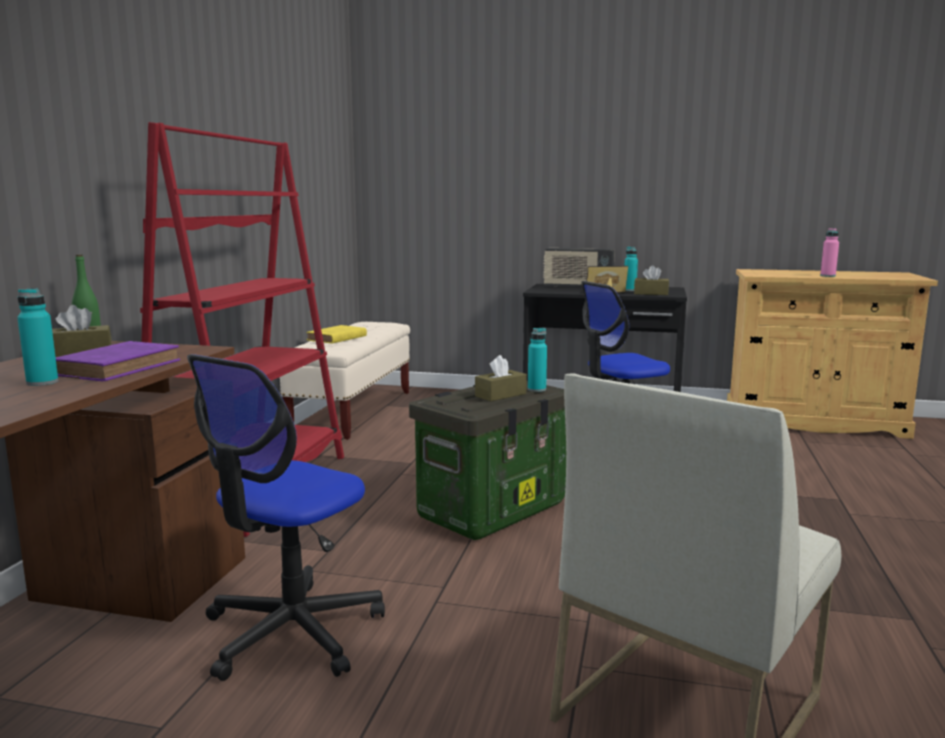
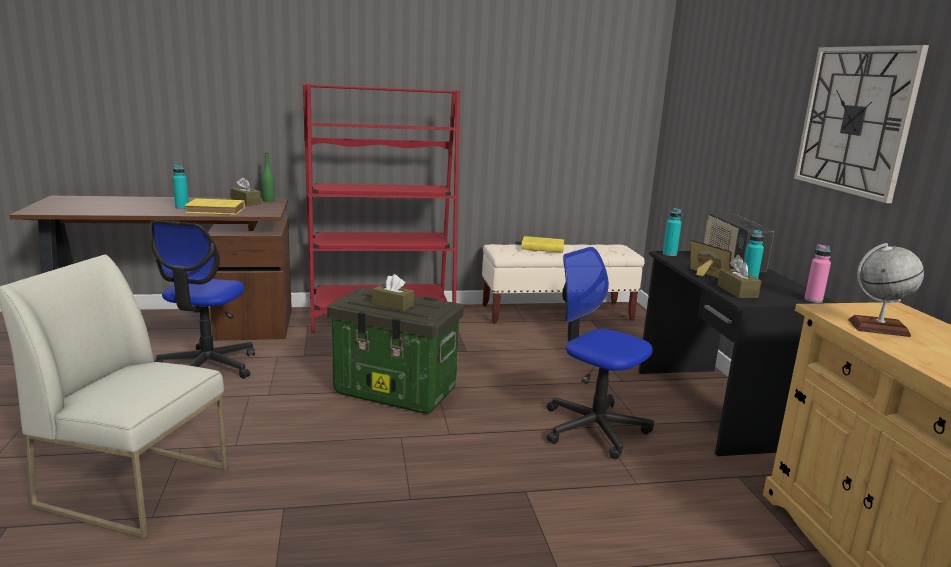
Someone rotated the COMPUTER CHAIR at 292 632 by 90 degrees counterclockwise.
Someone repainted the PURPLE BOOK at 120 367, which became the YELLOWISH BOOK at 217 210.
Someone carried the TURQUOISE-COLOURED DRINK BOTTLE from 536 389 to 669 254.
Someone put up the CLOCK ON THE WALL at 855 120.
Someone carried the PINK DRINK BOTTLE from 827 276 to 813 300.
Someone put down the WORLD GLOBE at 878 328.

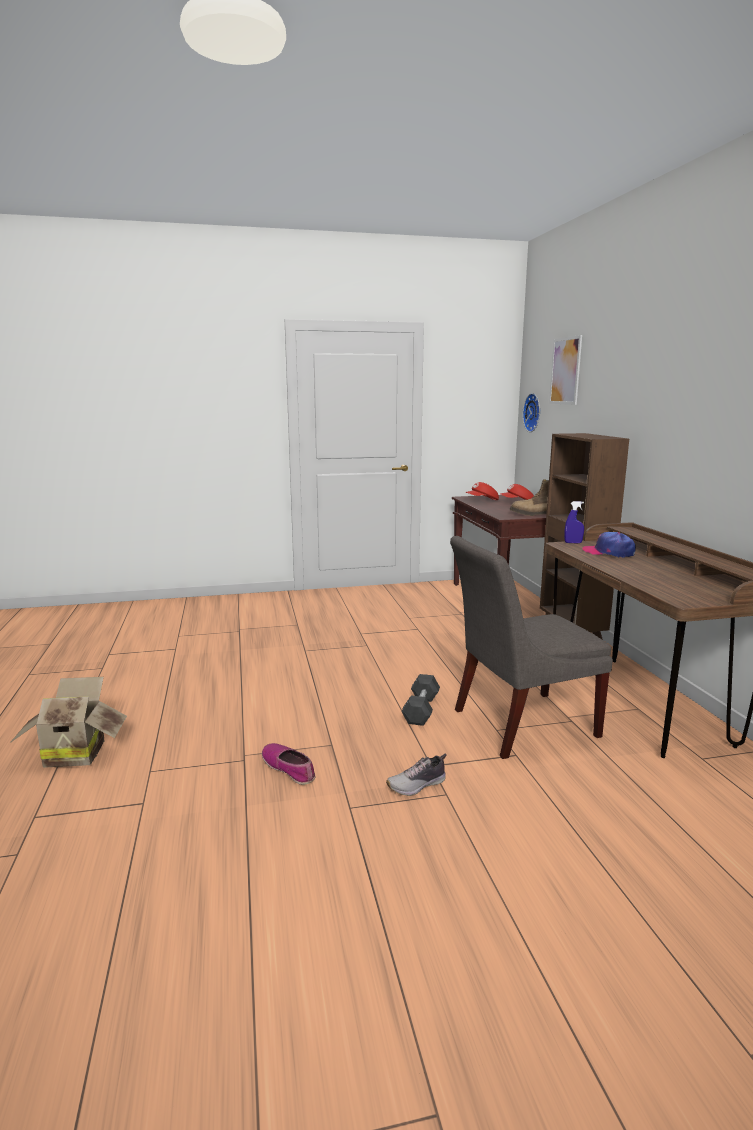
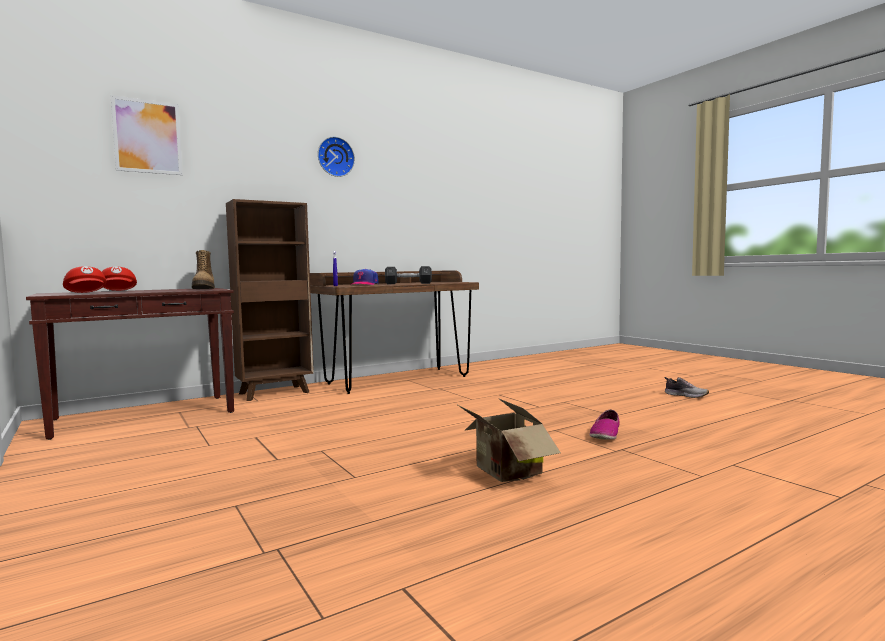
Someone carried the CLOCK ON THE WALL from 534 412 to 335 157.
Someone carried the BLACKISH DUMBBELL from 421 709 to 408 283.
Someone carried the CARTON from 75 753 to 505 473.
Someone carried the ITEM OF FOOTWEAR from 417 785 to 685 395.
Someone took away the GREYISH UPRIGHT CHAIR at 518 724.

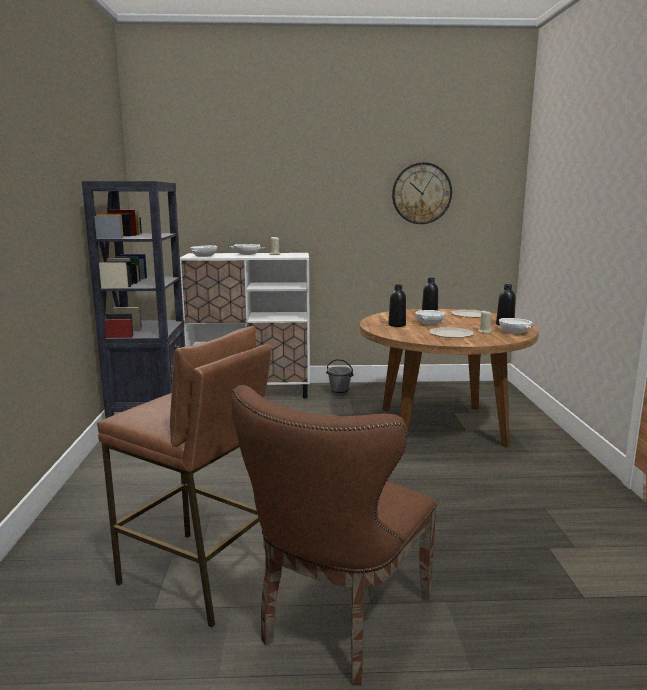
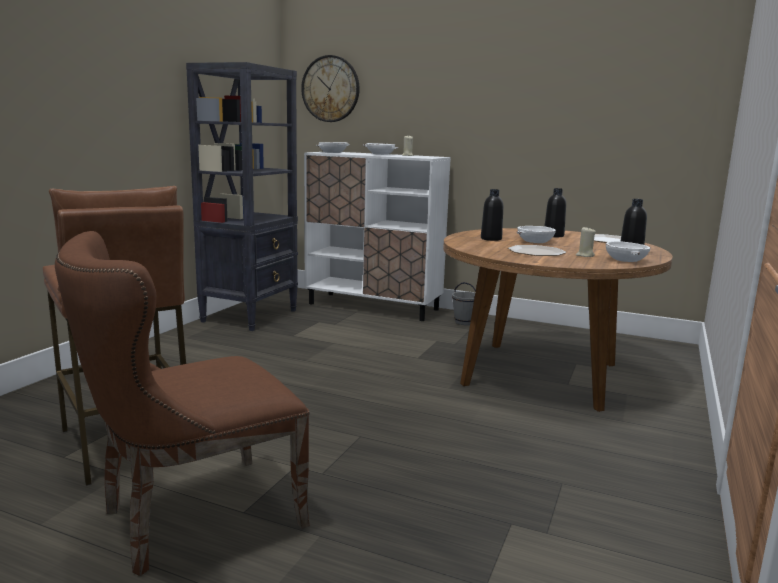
Someone carried the CLOCK ON THE WALL from 421 193 to 330 89.

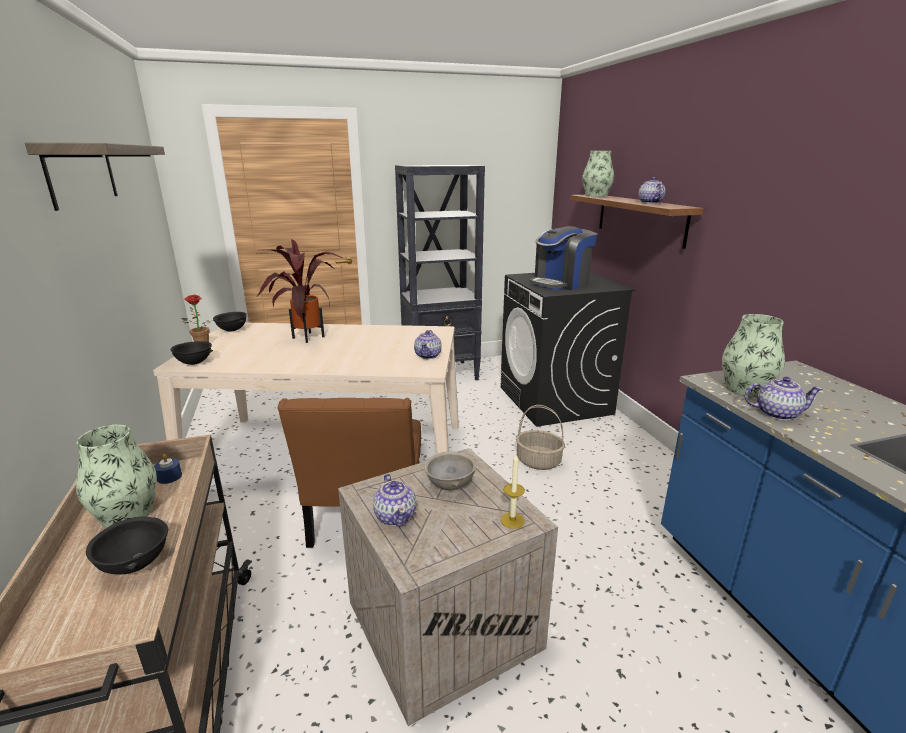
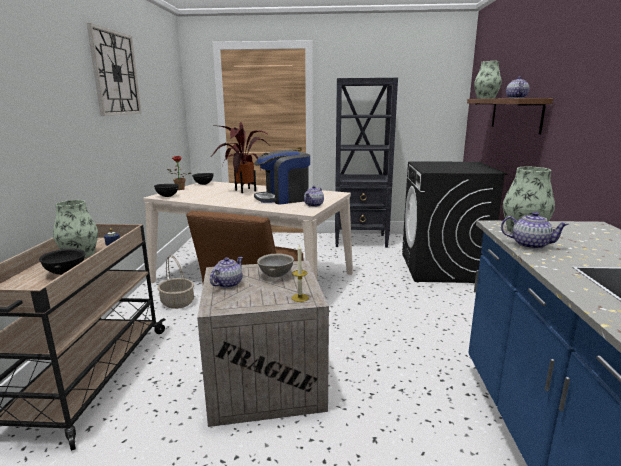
Someone swapped the BRACKET SHELF at 82 174 for the CLOCK ON THE WALL at 115 73.
Someone carried the HOUSEHOLD BASKET from 539 461 to 178 302.
Someone rotated the TEAPOT at 395 516 by 150 degrees counterclockwise.
Someone carried the COFFEE MACHINE from 560 283 to 283 199.

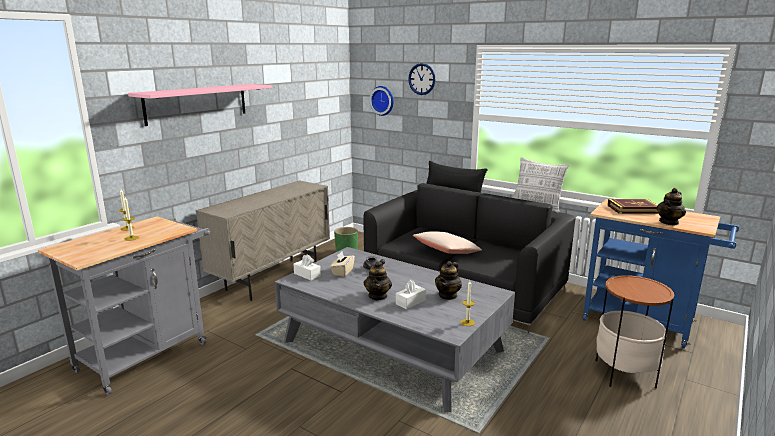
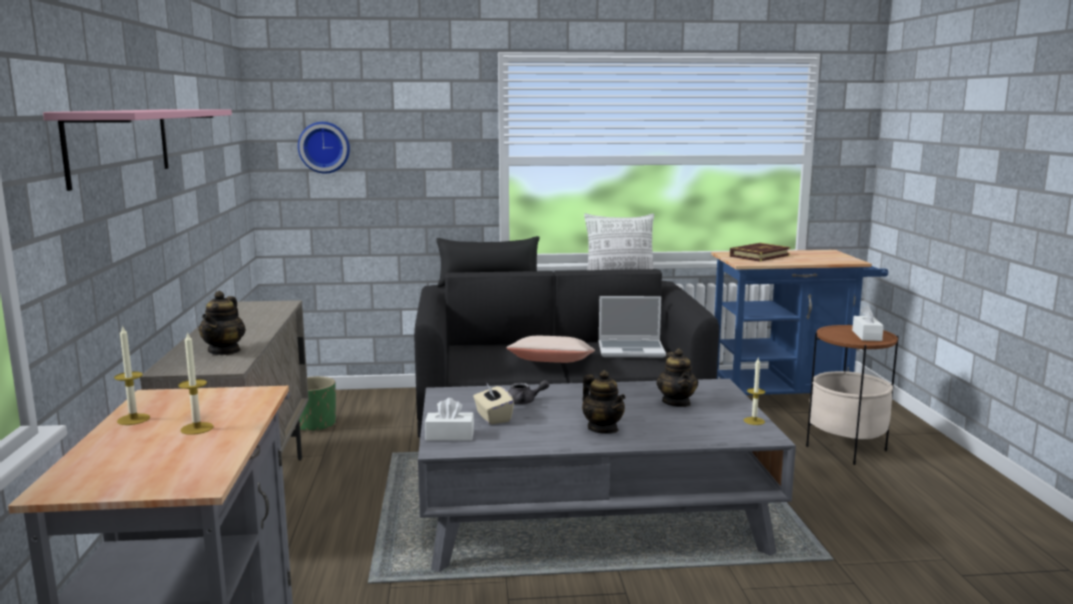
Someone carried the TEAPOT from 669 222 to 224 351.
Someone put down the PORTABLE COMPUTER at 632 350.
Someone carried the WHITE TISSUE HOLDER from 410 302 to 866 335.
Someone took away the CLOCK ON THE WALL at 422 79.

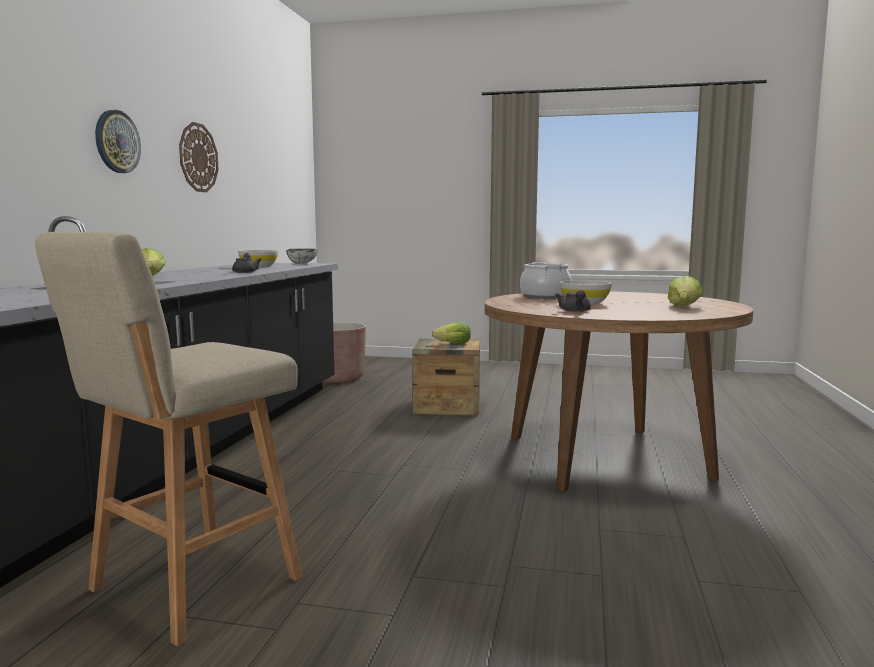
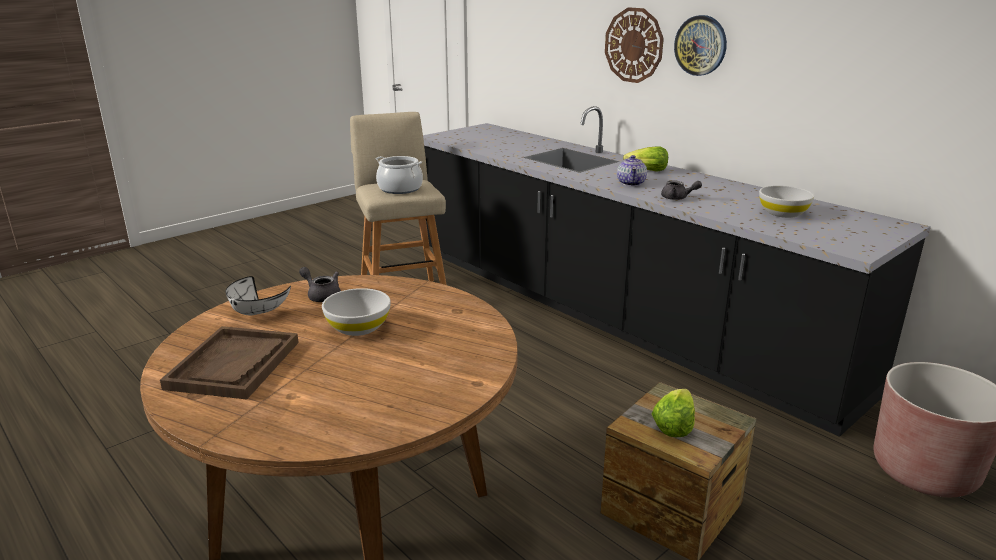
Someone swapped the HEAD OF LETTUCE at 684 307 for the BROWN SERVING TRAY at 234 365.
Someone carried the WHITE DEEP DISH from 302 263 to 257 313.
Someone carried the COOKING POT from 545 296 to 400 189.
Someone carried the CLOCK ON THE WALL from 198 157 to 634 45.
Someone put down the TEAPOT at 631 183.

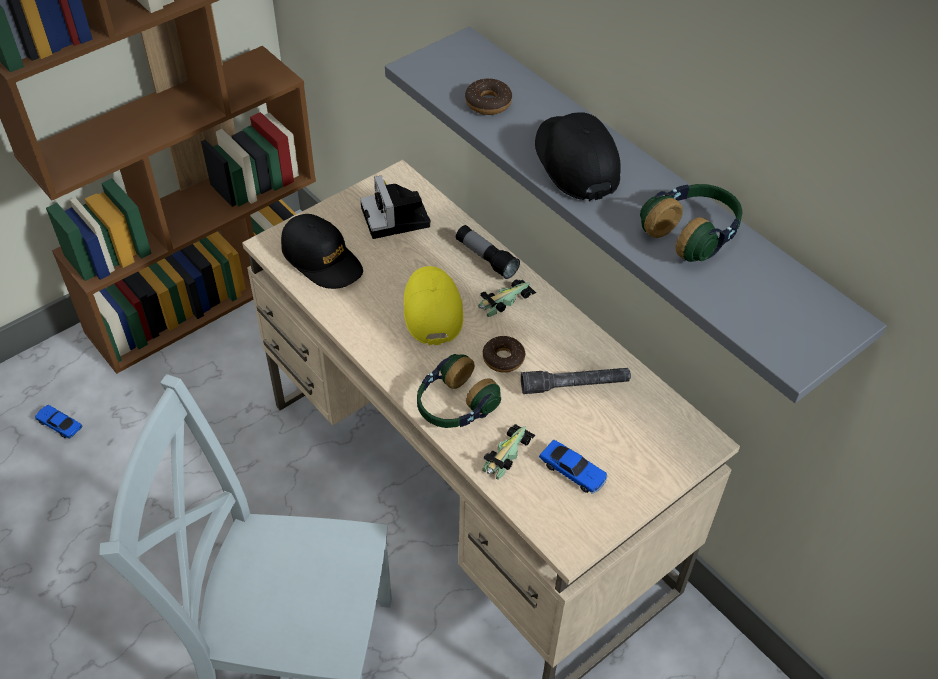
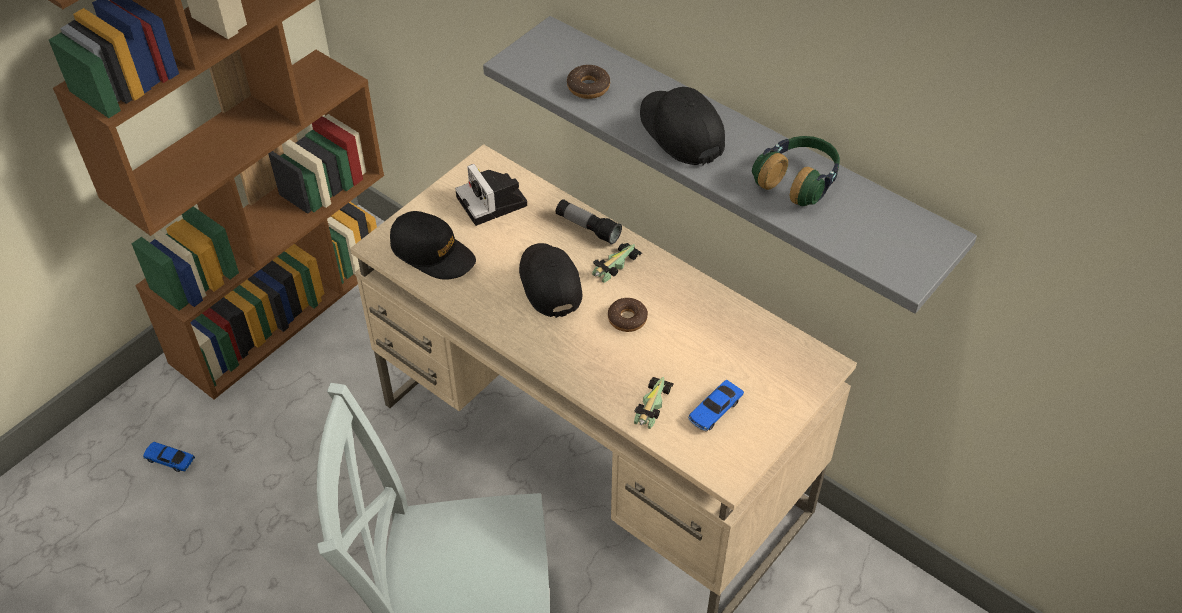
Someone repainted the YELLOWISH CAP at 432 308, which became the BLACKISH CAP at 549 283.
Someone rotated the MODEL CAR at 573 471 by 105 degrees clockwise.
Someone took away the HEADPHONES at 454 406.
Someone took away the GREYISH TORCH at 575 385.

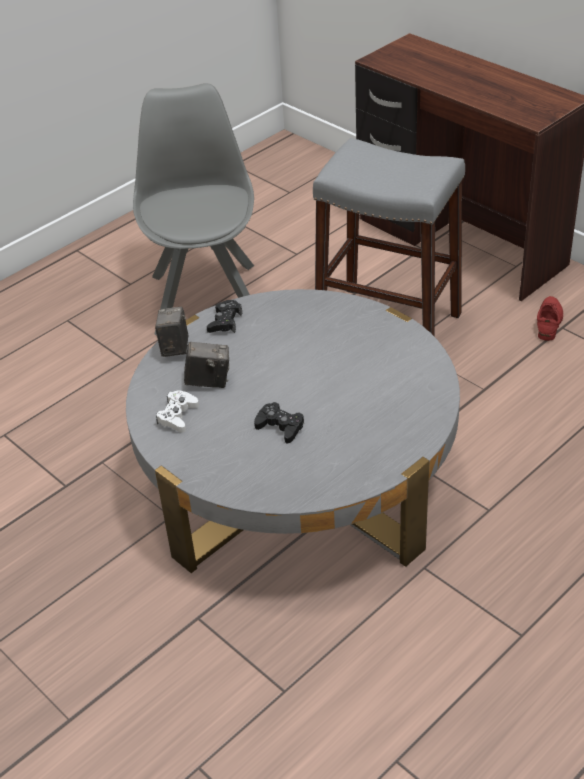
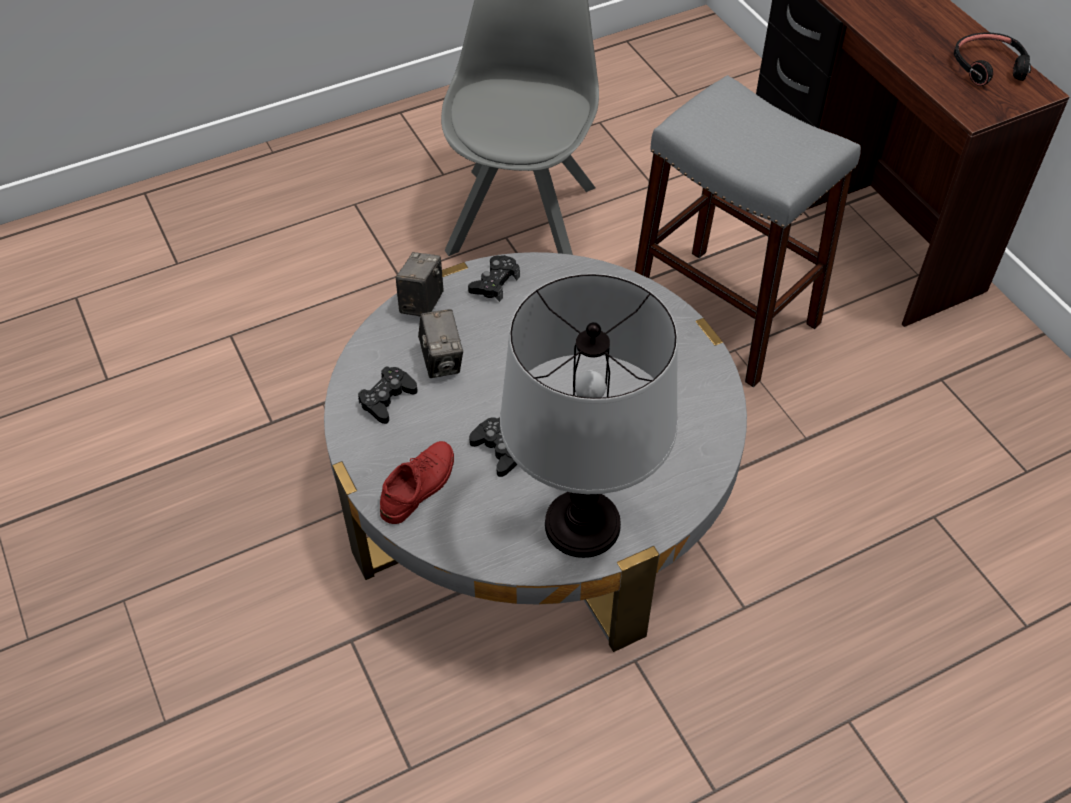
Someone repainted the WHITE GAMEPAD at 178 416, which became the BLACKISH GAMEPAD at 387 399.
Someone carried the RED ITEM OF FOOTWEAR from 549 322 to 419 486.
Someone rotated the PHOTO CAMERA at 208 381 by 60 degrees clockwise.
Someone put down the LAMP FOR A TABLE at 582 524.
Someone put down the BLACKISH HEADPHONES at 988 66.

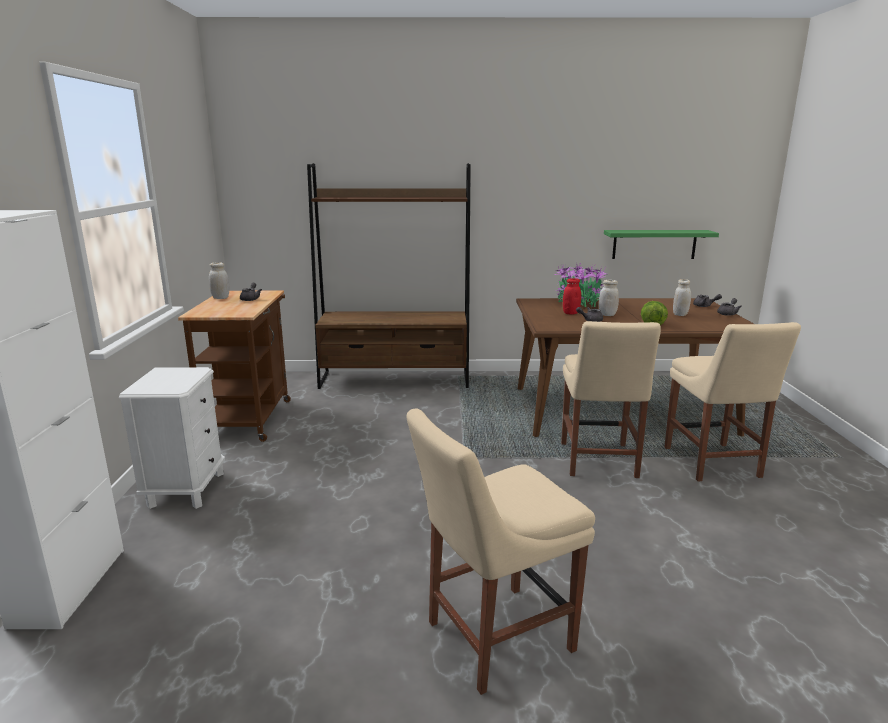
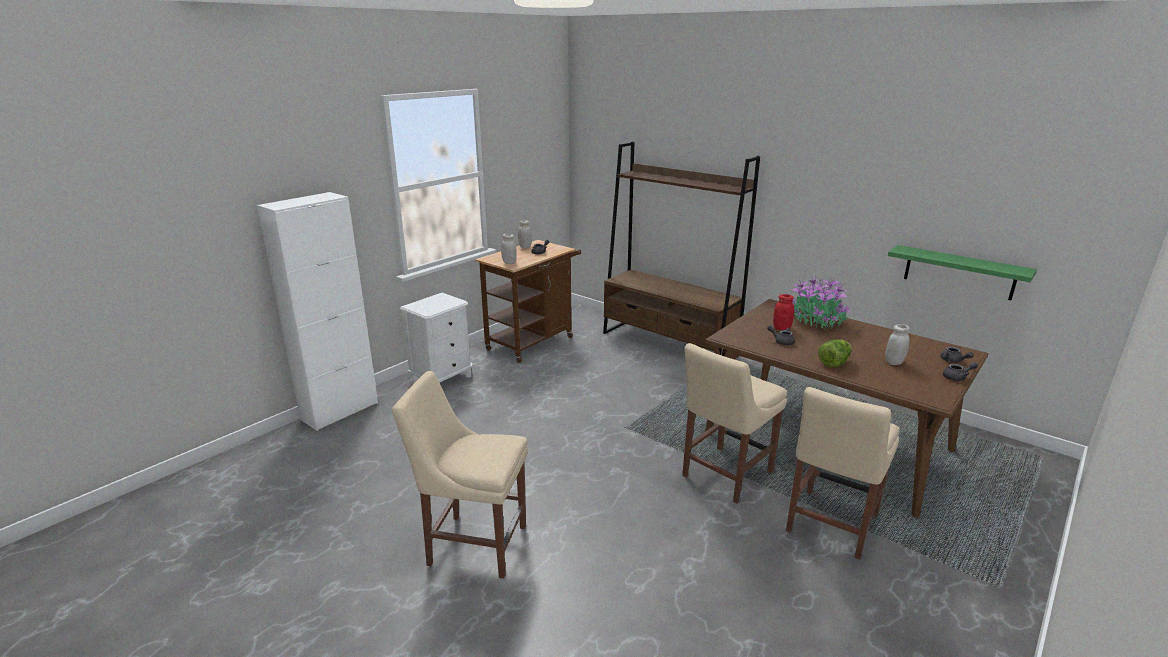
Someone carried the WHITE JAR from 607 315 to 509 262.

